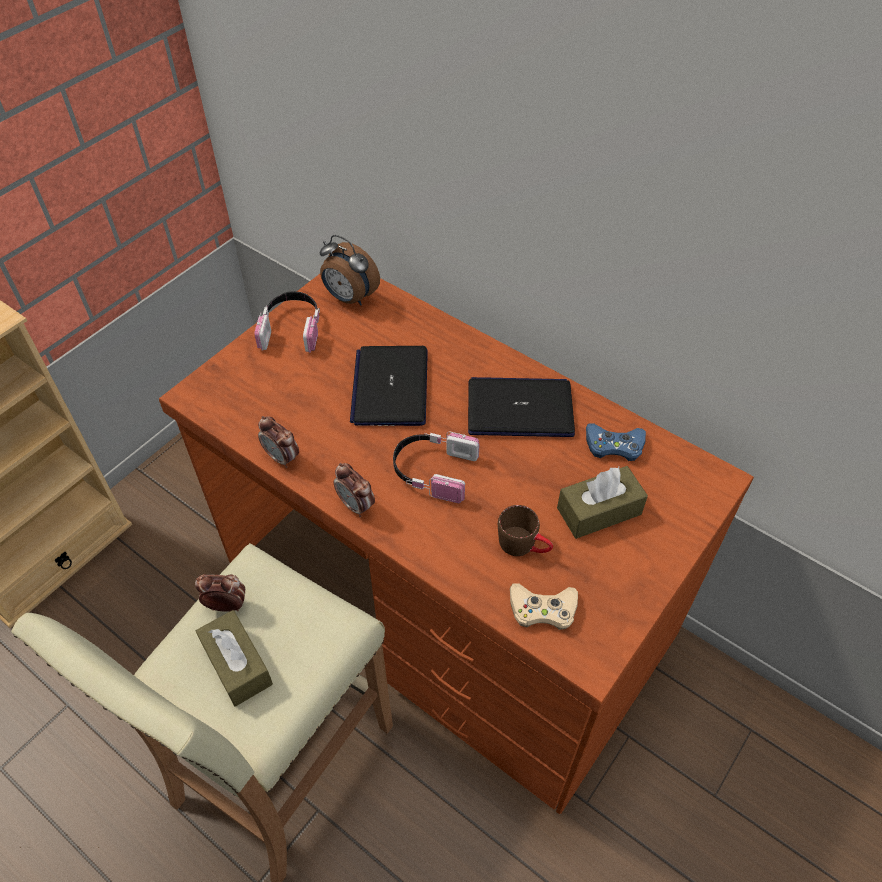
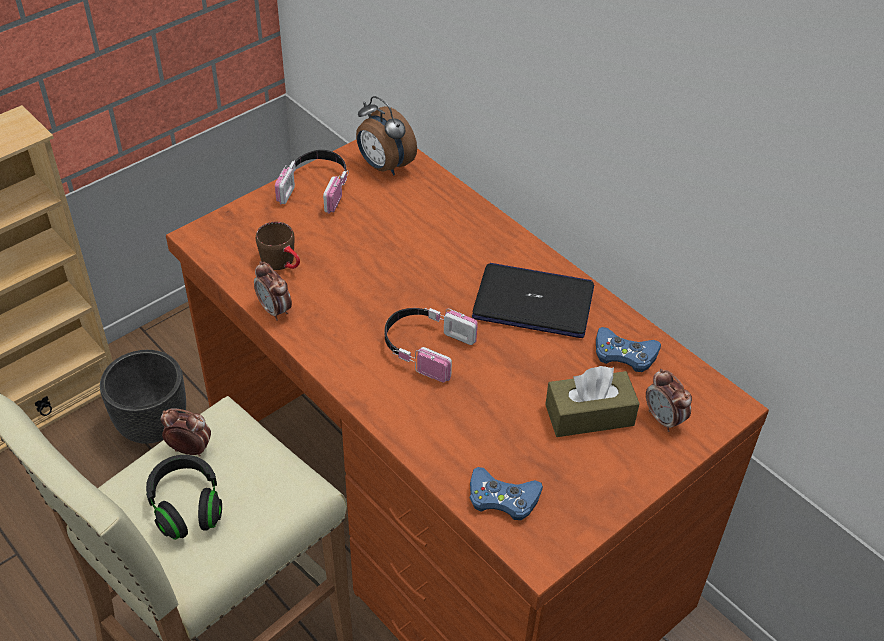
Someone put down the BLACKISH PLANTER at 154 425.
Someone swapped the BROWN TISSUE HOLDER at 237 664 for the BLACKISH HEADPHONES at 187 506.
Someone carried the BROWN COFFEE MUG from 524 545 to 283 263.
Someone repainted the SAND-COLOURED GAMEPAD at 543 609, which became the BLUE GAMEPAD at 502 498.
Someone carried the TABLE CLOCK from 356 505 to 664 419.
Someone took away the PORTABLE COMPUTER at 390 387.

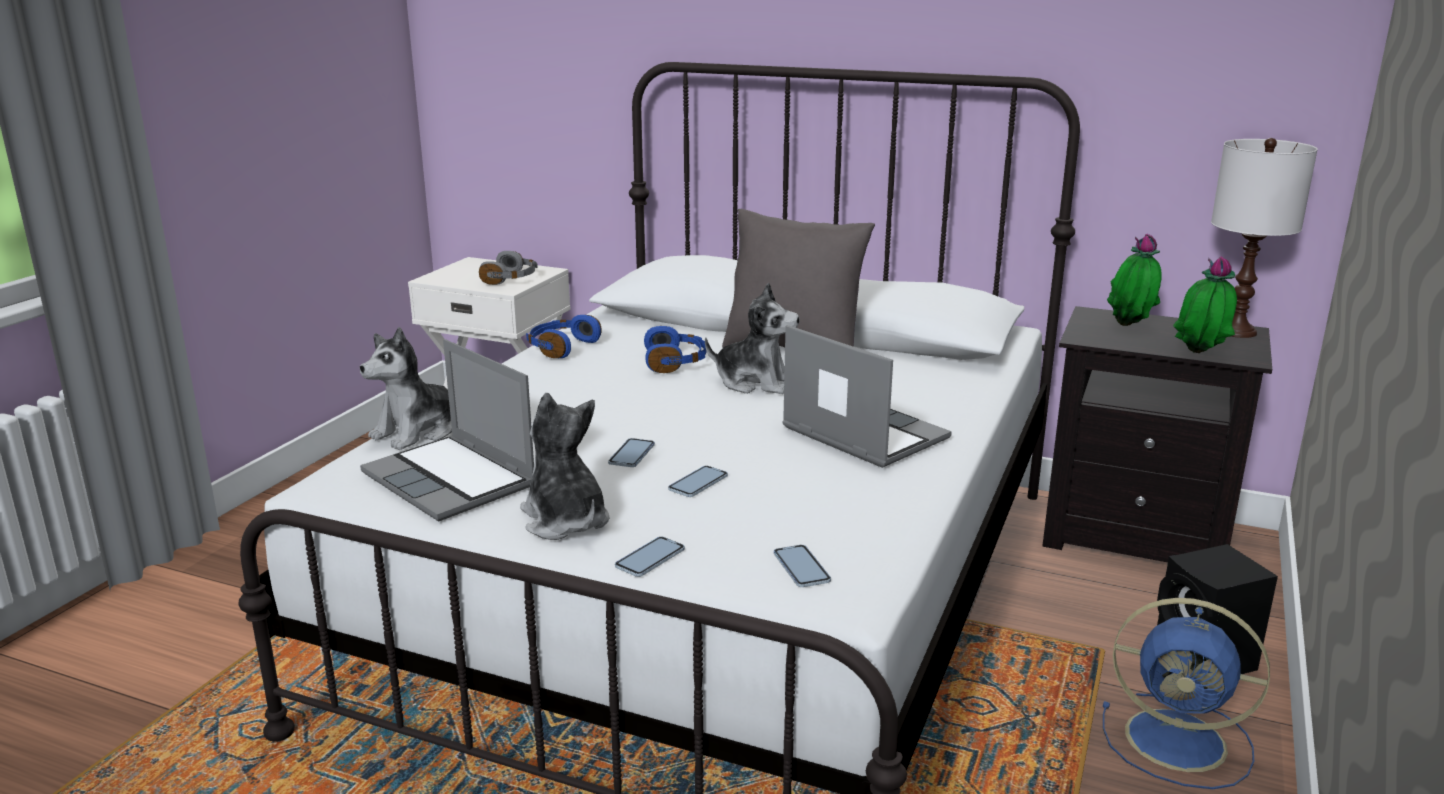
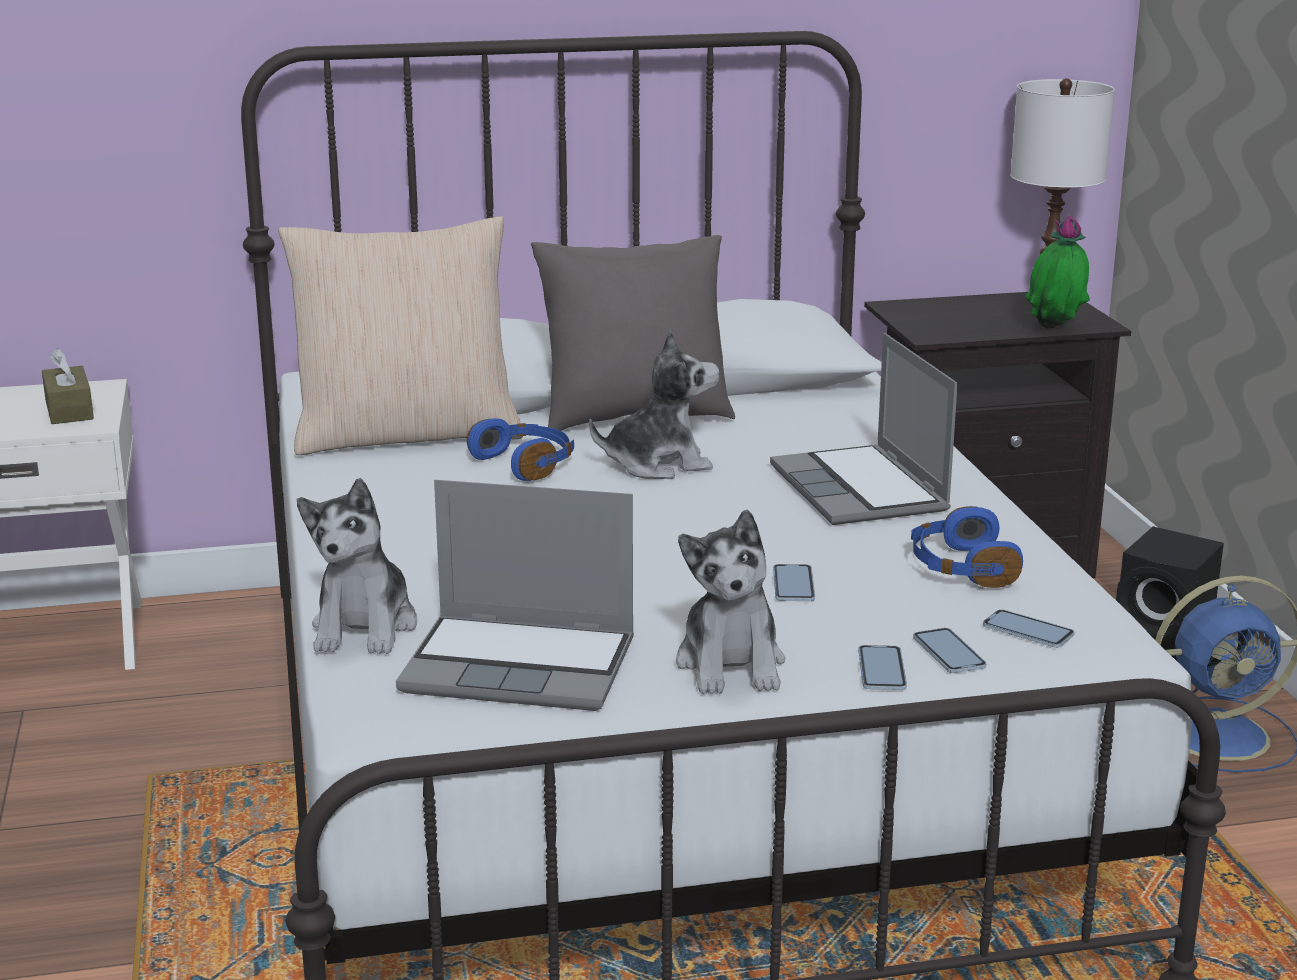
Someone swapped the GREYISH HEADPHONES at 511 279 for the BROWN TISSUE HOLDER at 69 410.
Someone put down the SAND-COLOURED PILLOW at 407 434.
Someone rotated the PLUSH TOY at 565 521 by 120 degrees counterclockwise.
Someone rotated the PORTABLE COMPUTER at 861 434 by 120 degrees counterclockwise.
Someone carried the BLUE HEADPHONES from 561 347 to 961 568.
Someone carried the TELEPHONE from 631 454 to 948 653.
Someone took away the PLANT IN A POT at 1129 327.

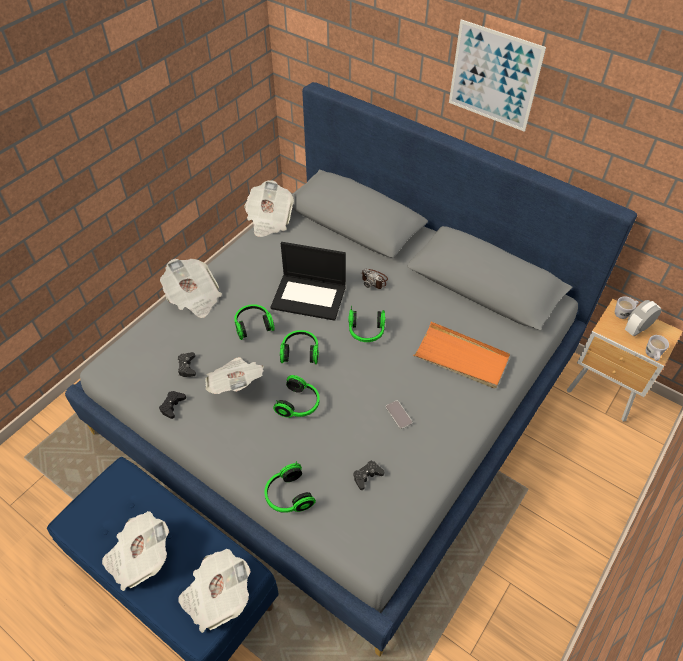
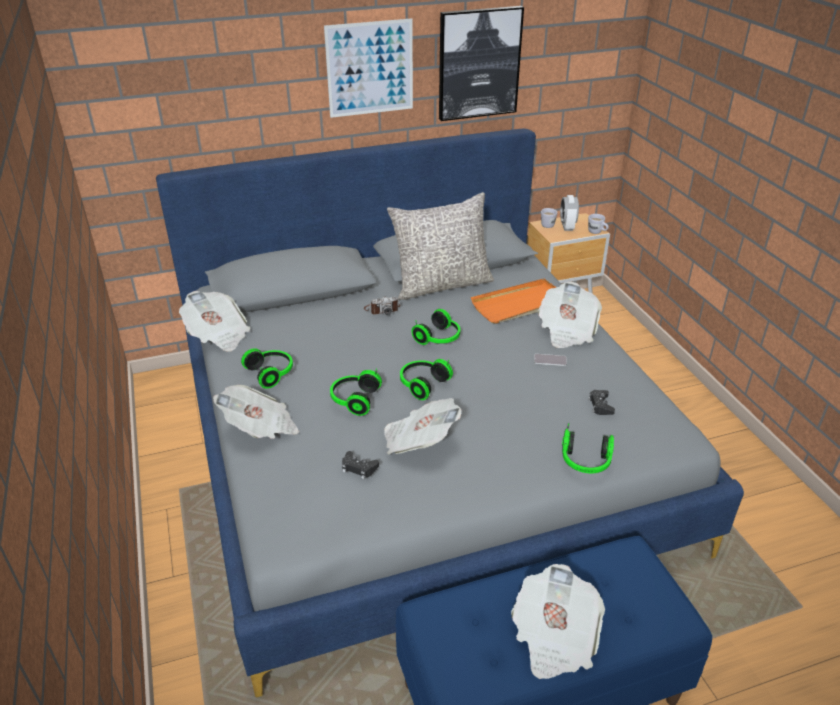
Someone carried the HEADPHONES from 299 404 to 271 373.
Someone put down the GREYISH PILLOW at 441 284.
Someone put up the WALL ART at 478 63.
Someone carried the PRINTED PAPER from 216 596 to 567 330.
Someone took away the BLACKISH GAMEPAD at 172 406.
Someone took away the PORTABLE COMPUTER at 310 296.

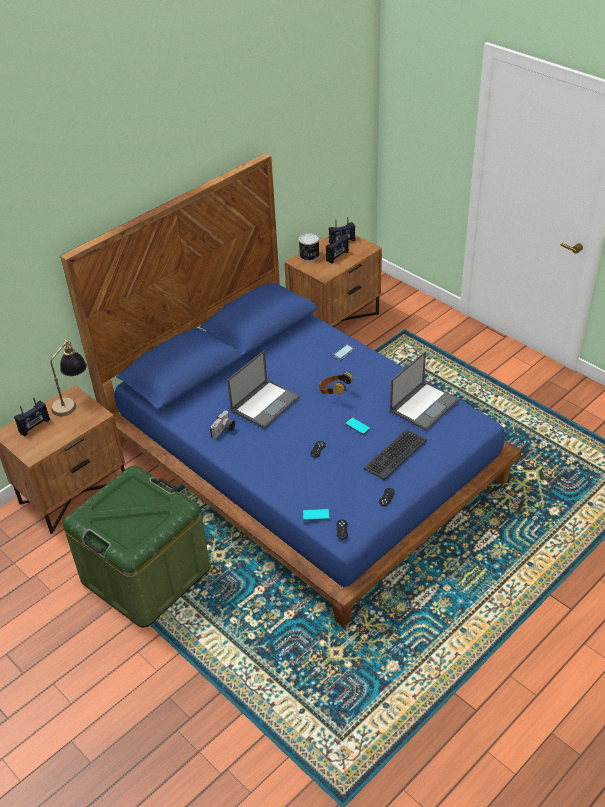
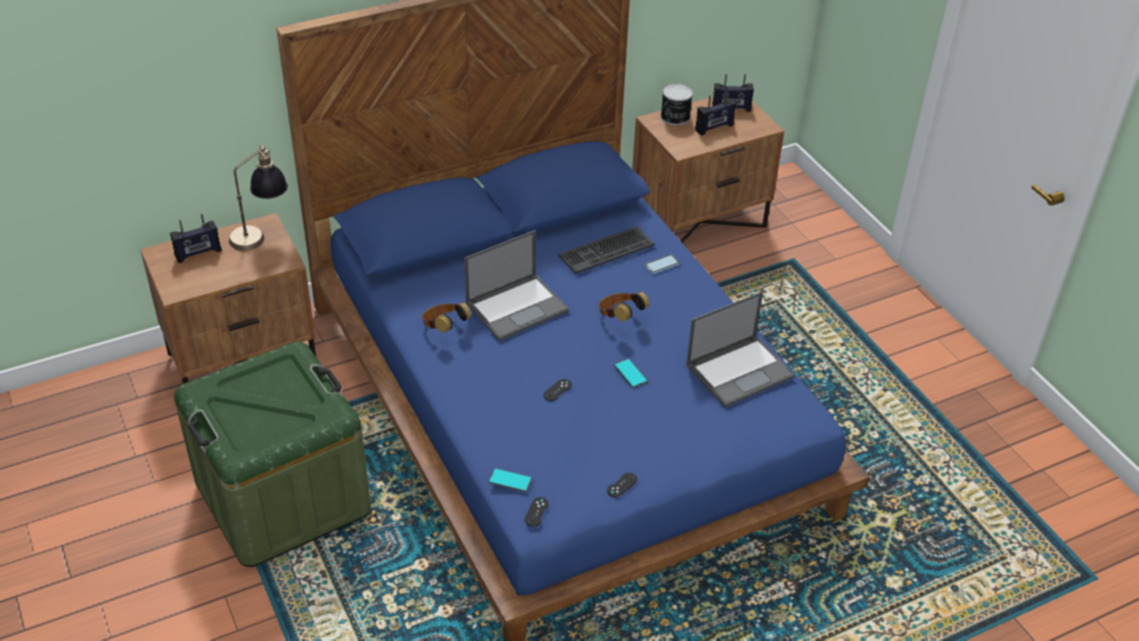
Someone swapped the PHOTO CAMERA at 224 430 for the HEADPHONES at 444 328.
Someone carried the KEYBOARD from 395 454 to 606 250.

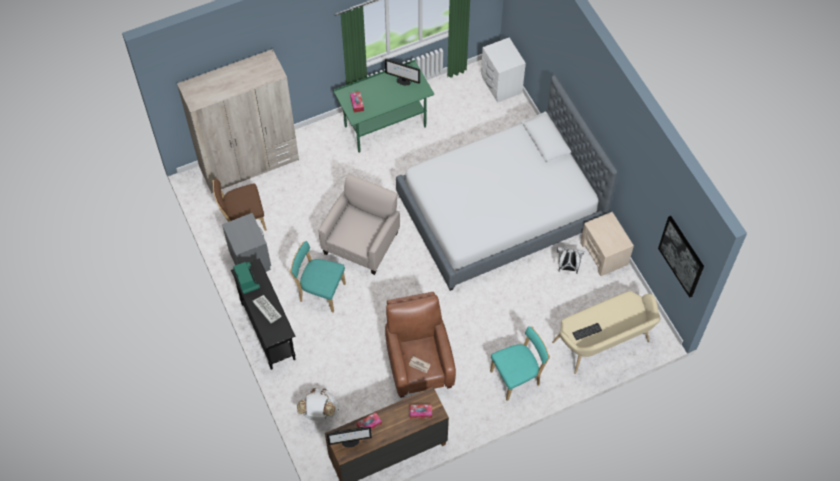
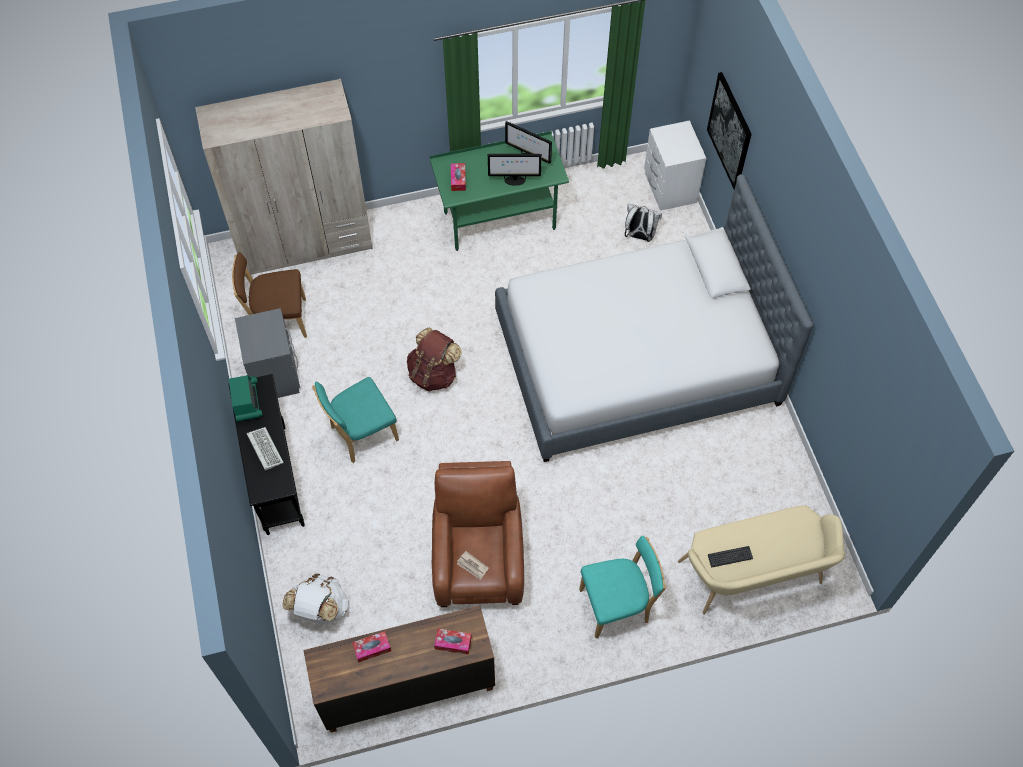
Someone rotated the TURQUOISE-COLOURED UPRIGHT CHAIR at 320 292 by 60 degrees counterclockwise.
Someone swapped the SAND-COLOURED ARMCHAIR at 361 242 for the BROWN KNAPSACK at 433 374.
Someone carried the COMPUTER SCREEN from 350 442 to 514 181.
Someone carried the WHITE KNAPSACK from 567 267 to 639 236.
Someone carried the WALL ART from 681 256 to 730 131.
Someone took away the SAND-COLOURED NIGHT TABLE at 604 253.

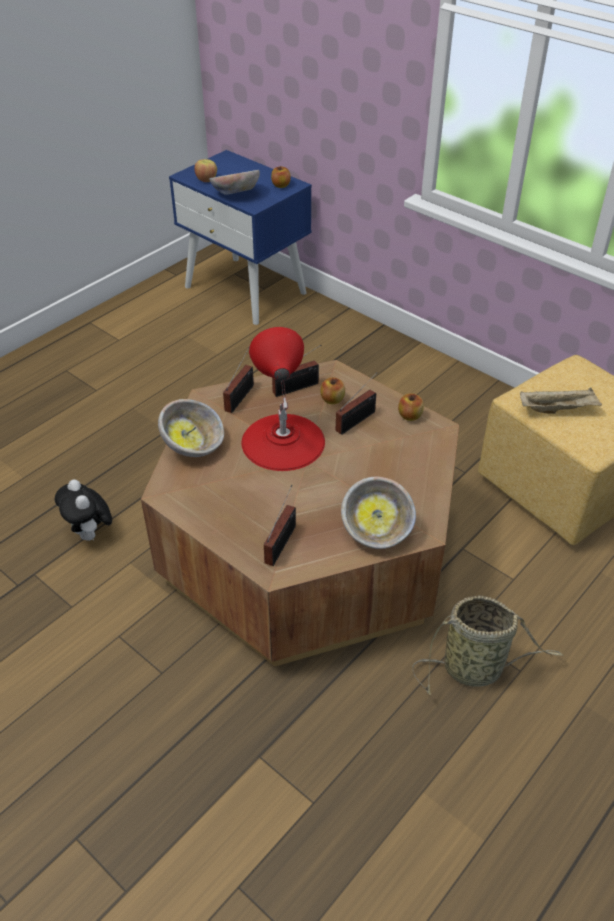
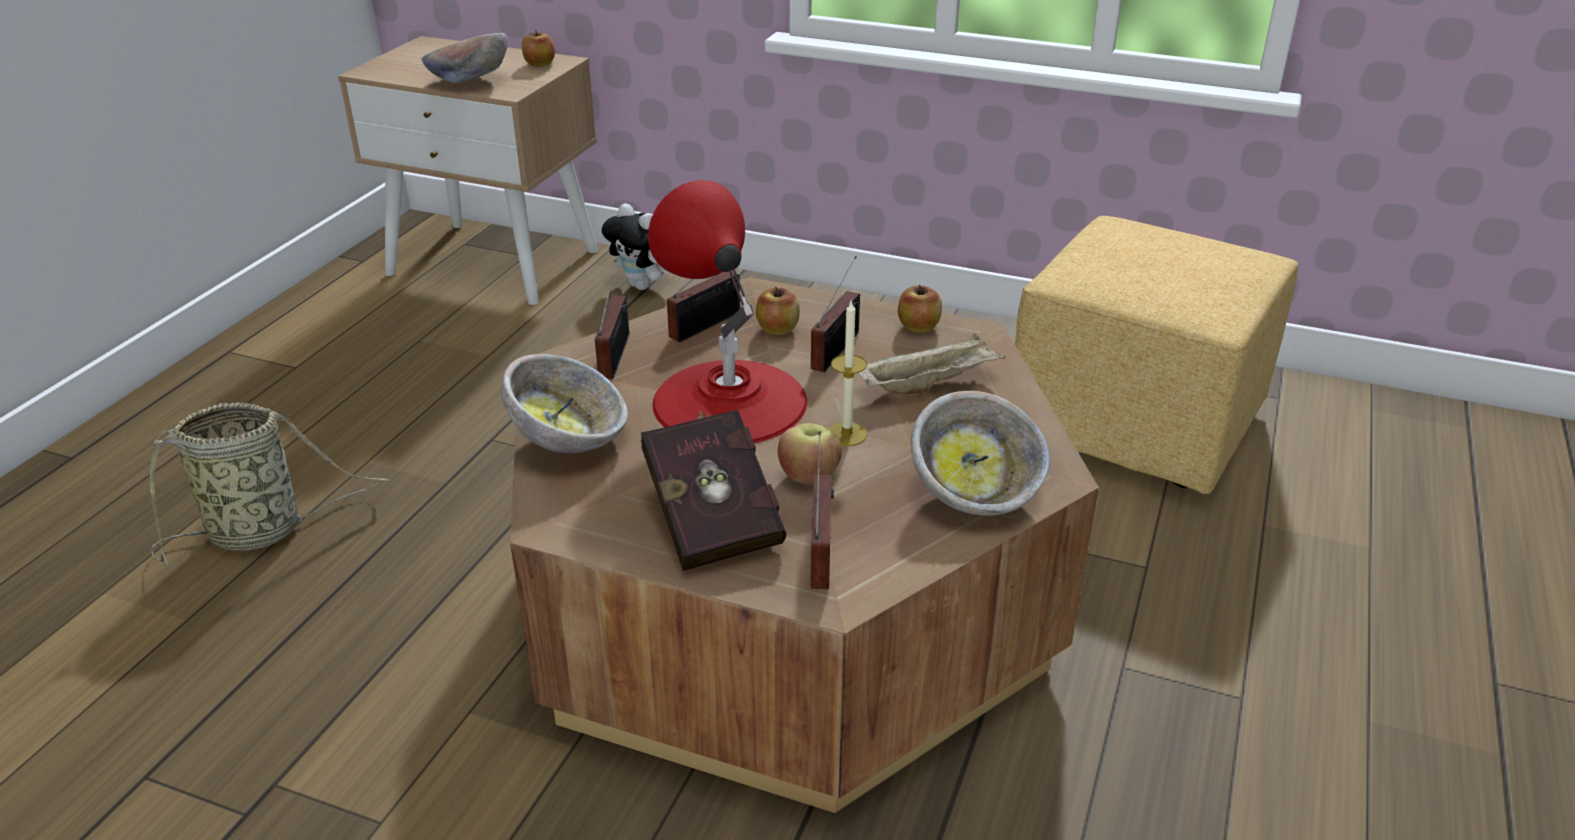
Someone carried the HOUSEHOLD BASKET from 476 668 to 263 531.
Someone repainted the BLUE NIGHT TABLE at 246 290, which became the SAND-COLOURED NIGHT TABLE at 495 261.
Someone carried the PLUSH TOY from 90 534 to 644 286.
Someone put down the RED BOOK at 713 516.
Someone carried the WHOLE APPLE from 206 180 to 809 476.
Someone put down the CANDLE at 846 434.
Someone carried the SAND-COLOURED SERVING TRAY from 558 409 to 928 384.

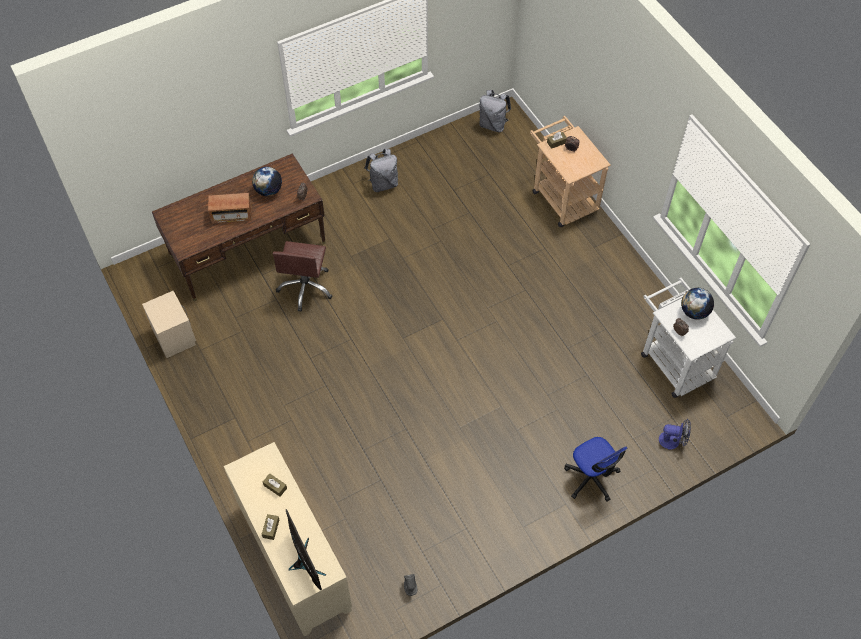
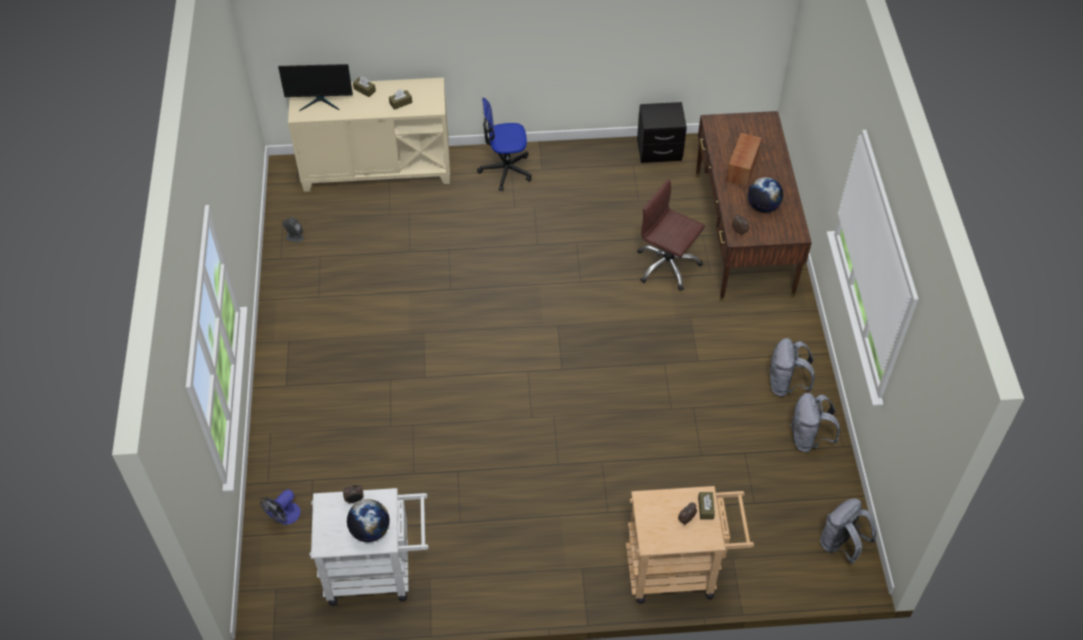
Someone carried the COMPUTER CHAIR from 591 478 to 505 170.
Someone repainted the SAND-COLOURED NIGHT TABLE at 175 336, which became the BLACKISH NIGHT TABLE at 659 151.
Someone put down the GREYISH KNAPSACK at 808 438.

